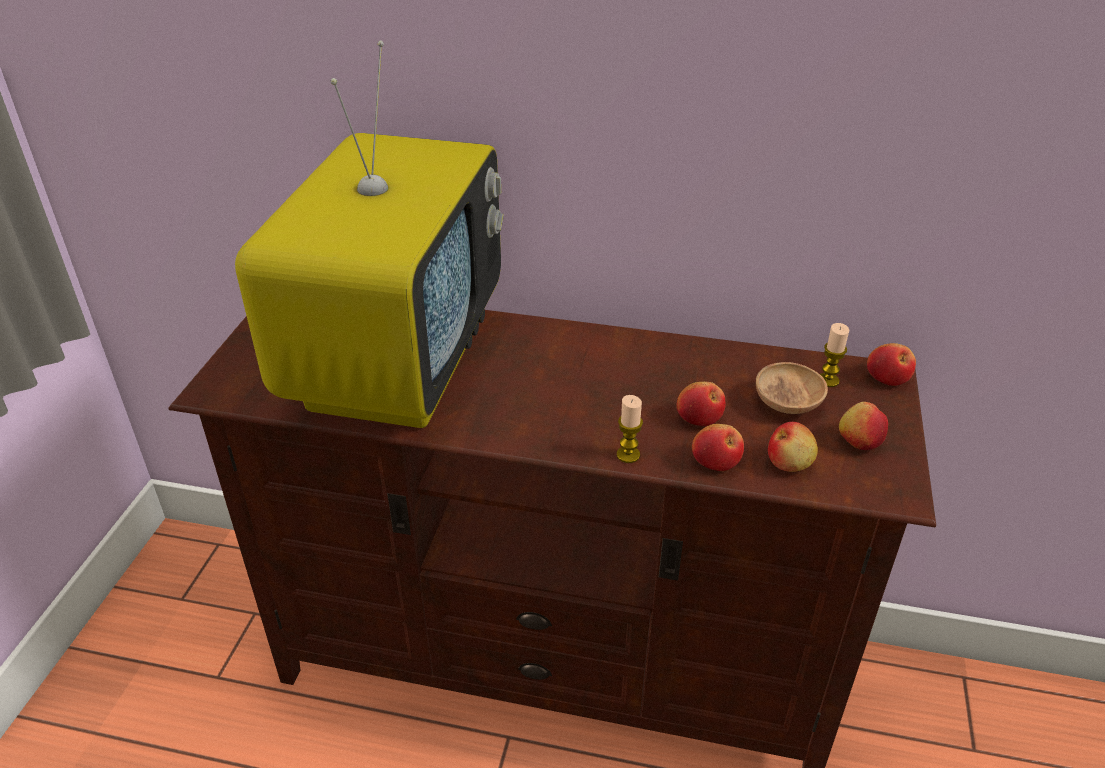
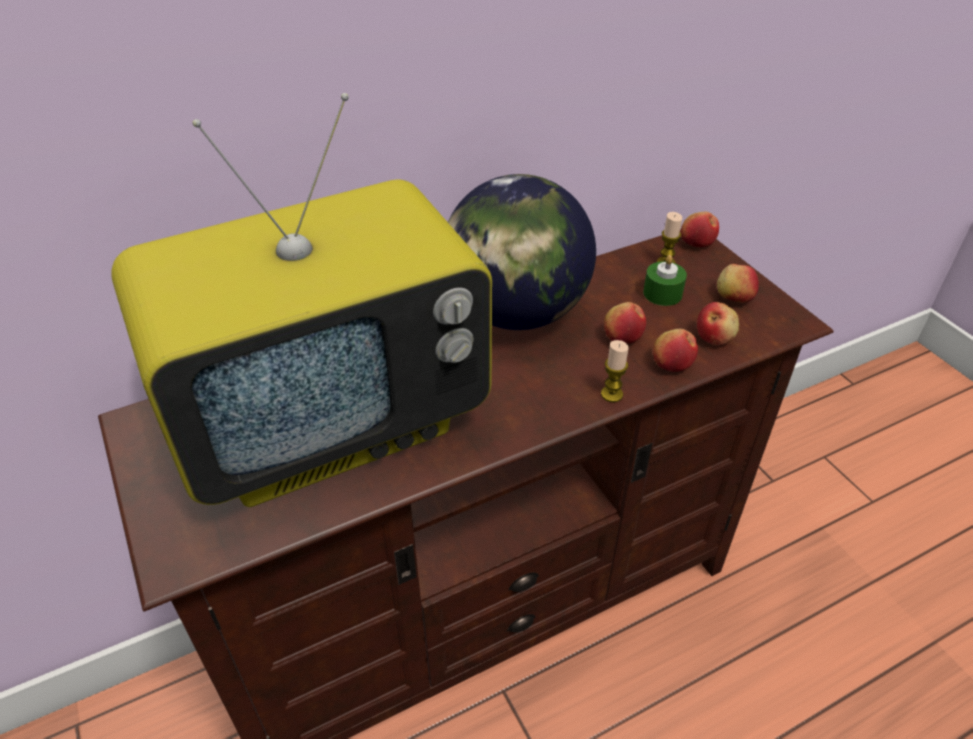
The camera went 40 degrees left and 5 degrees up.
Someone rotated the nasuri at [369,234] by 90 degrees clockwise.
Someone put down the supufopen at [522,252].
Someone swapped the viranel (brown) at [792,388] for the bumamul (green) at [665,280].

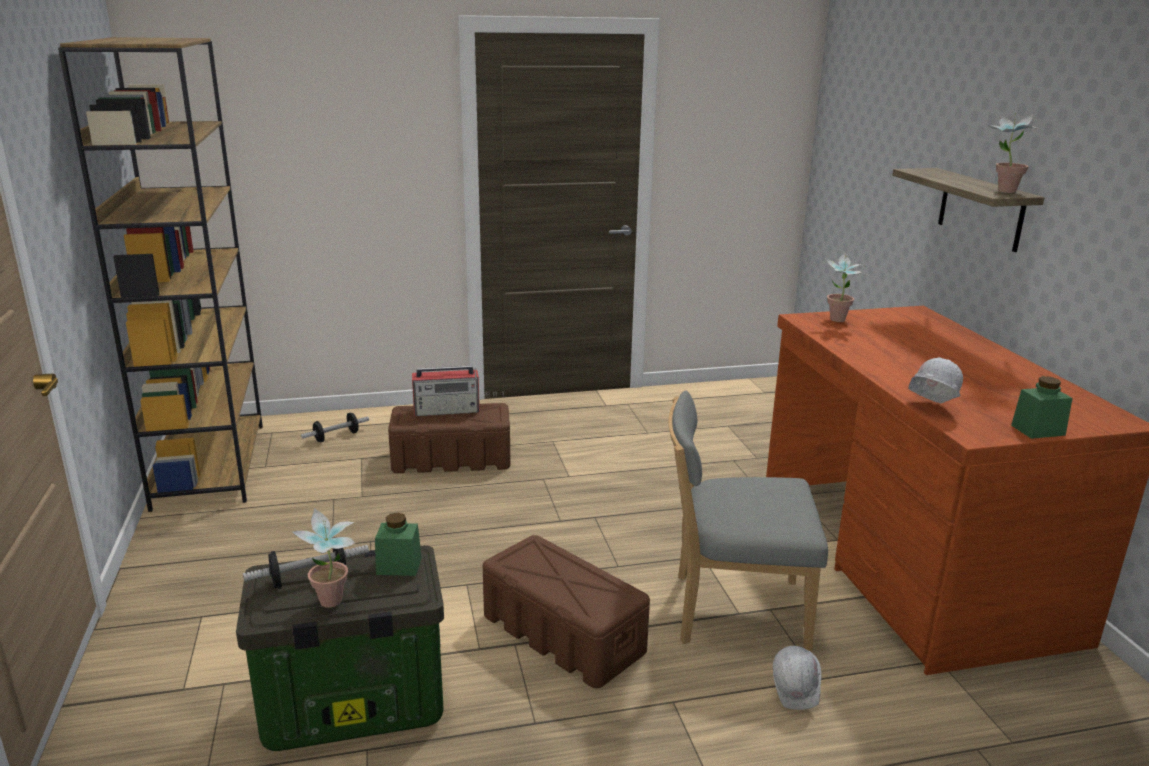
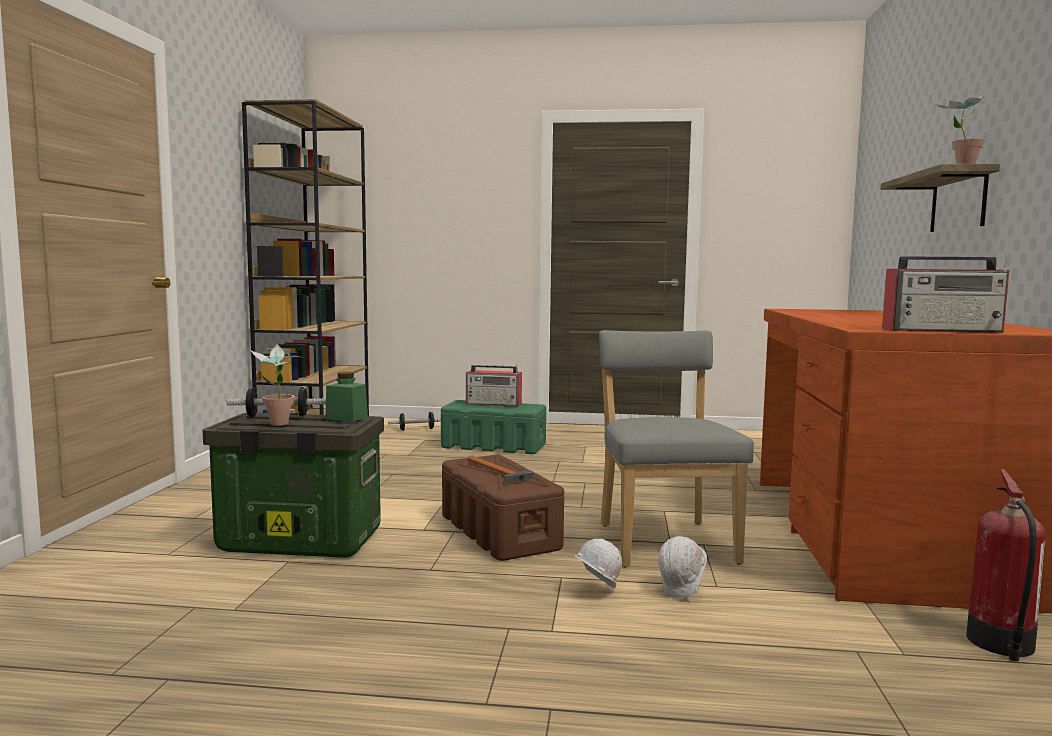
The camera went 20 degrees right and 15 degrees down.
Someone repainted the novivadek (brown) at [449,438], which became the novivadek (green) at [493,427].
Someone put down the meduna at [500,469].
Someone carried the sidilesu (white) from [936,380] to [598,564].
Someone rotated the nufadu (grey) at [748,521] by 60 degrees clockwise.
Someone swapped the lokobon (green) at [1042,407] for the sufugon at [945,292].
Someone put down the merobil at [1006,565].
Someone took away the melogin at [846,287].

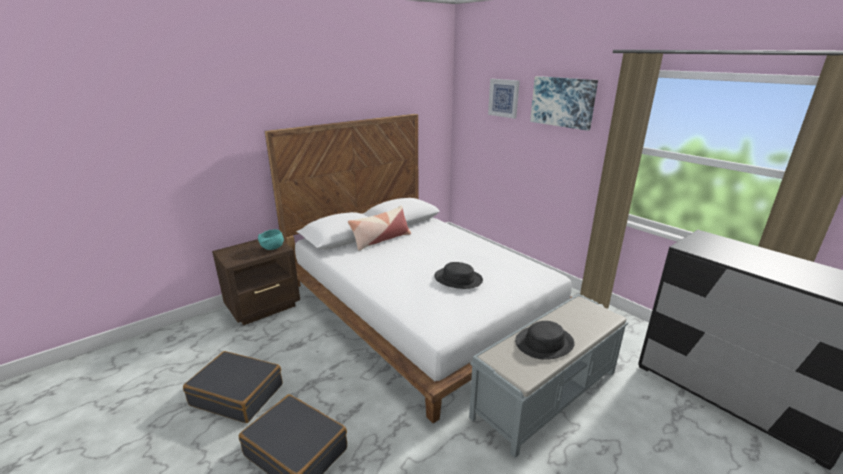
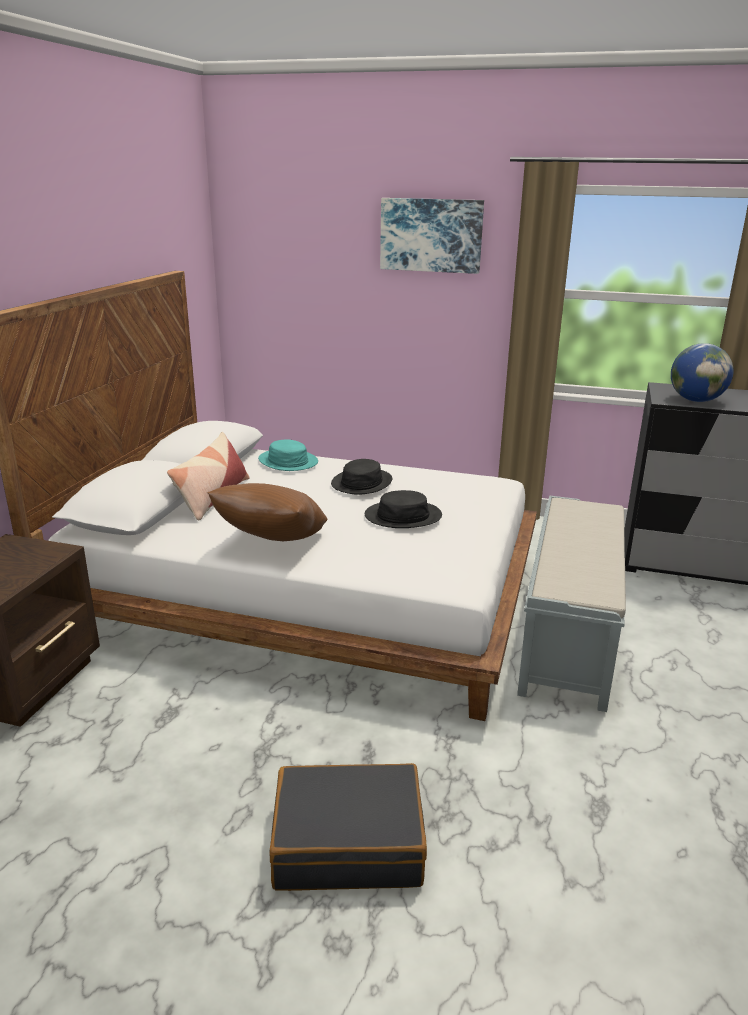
The camera went 35 degrees left and 0 degrees up.
Someone put down the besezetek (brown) at [267,512].
Someone put down the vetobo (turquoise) at [288,455].
Someone carried the vetobo (black) from [545,340] to [361,477].
Someone put down the supufopen at [702,372].
Someone took away the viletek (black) at [232,387].
Someone took away the viranel (turquoise) at [271,239].
Someone took away the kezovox at [504,99].

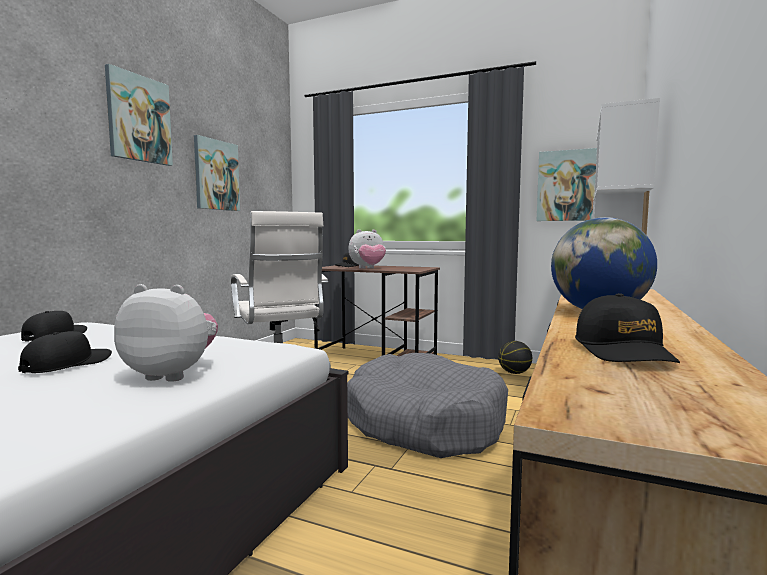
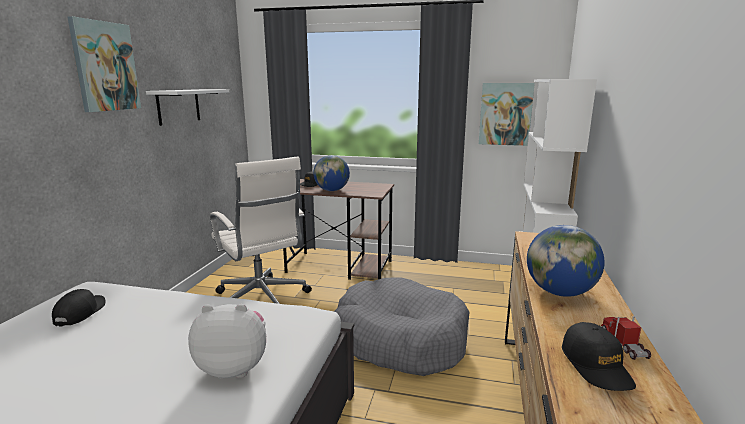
The camera went 10 degrees left and 10 degrees up.
Someone swapped the kezovox at [217,173] for the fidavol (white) at [187,107].
Someone swapped the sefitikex at [367,249] for the supufopen at [331,173].
Someone put down the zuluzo at [626,338].
Someone took away the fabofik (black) at [65,352].
Someone took away the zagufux at [515,357].

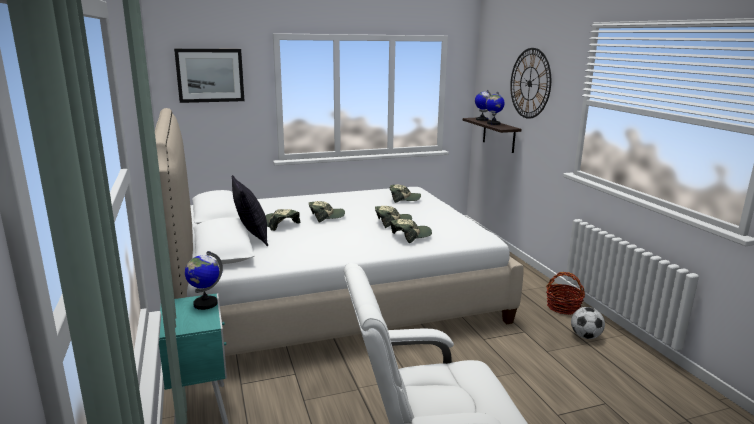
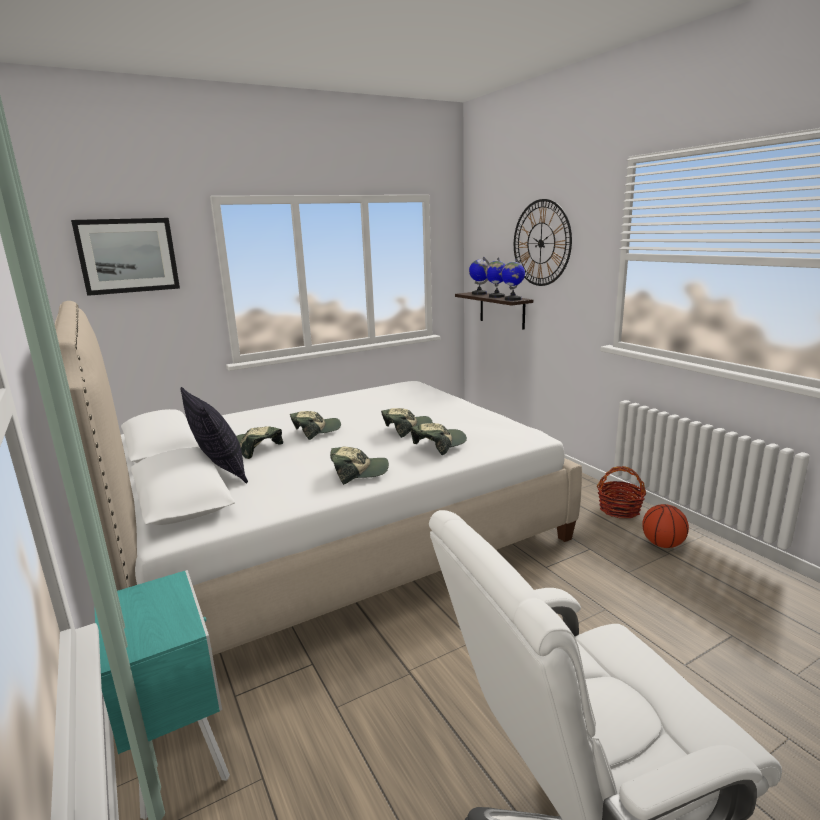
The camera went 10 degrees left and 0 degrees up.
Someone carried the fabofik from [405,193] to [359,466].
Someone carried the supufopen from [204,280] to [513,279].
Someone swapped the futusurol at [588,323] for the zagufux at [665,526].

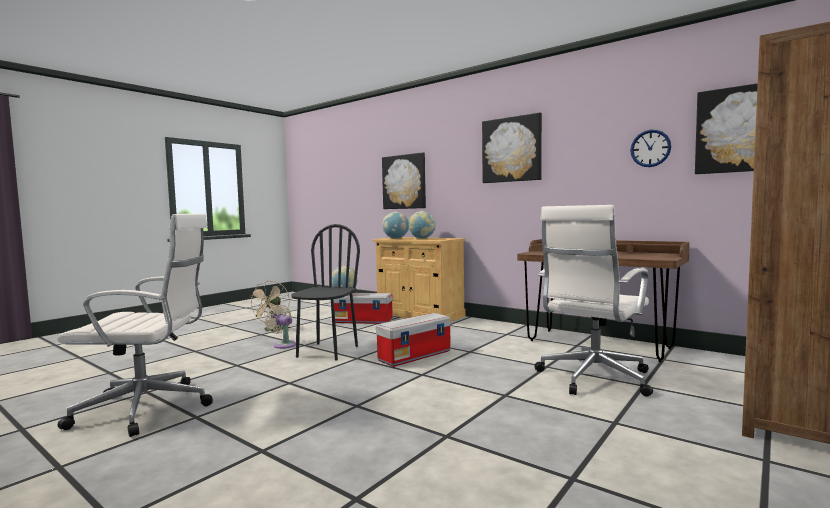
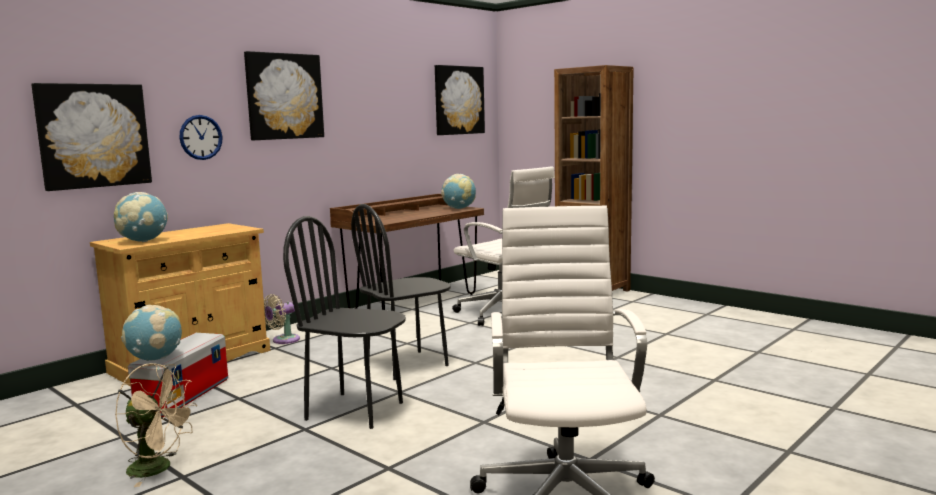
The camera went 85 degrees left and 5 degrees up.
Someone carried the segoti from [650,148] to [200,137].
Someone carried the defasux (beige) from [280,327] to [282,319].
Someone swapped the novivadek at [413,340] for the nufadu (black) at [400,292].
Someone carried the supufopen from [422,225] to [458,191].

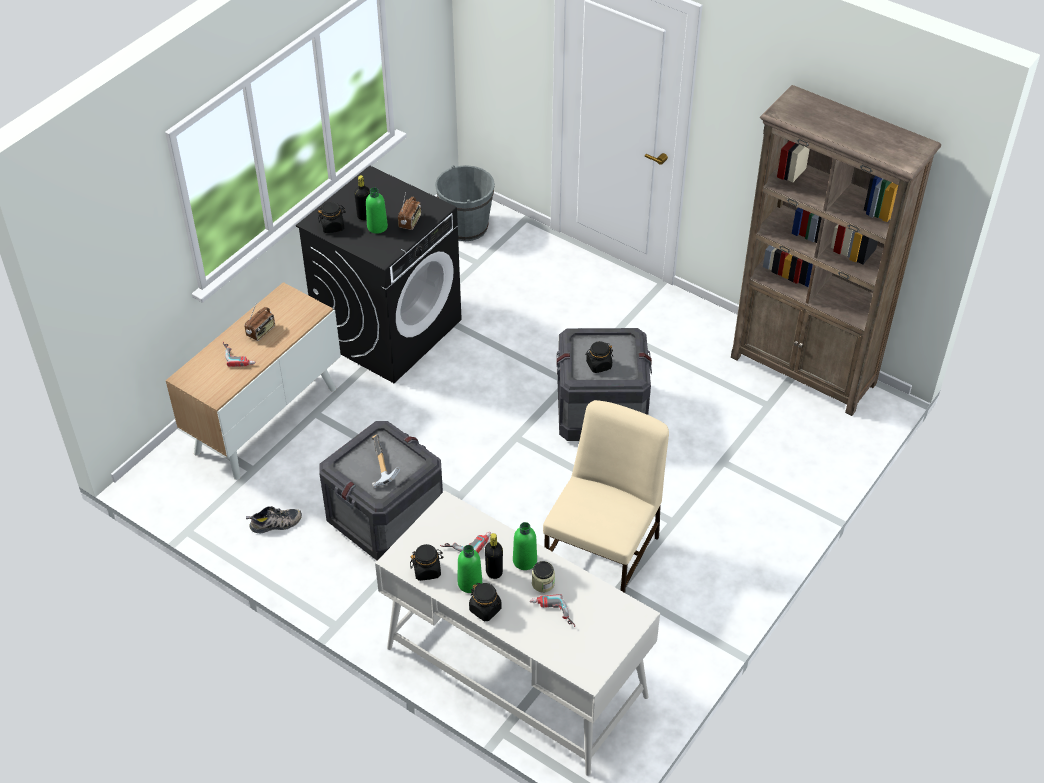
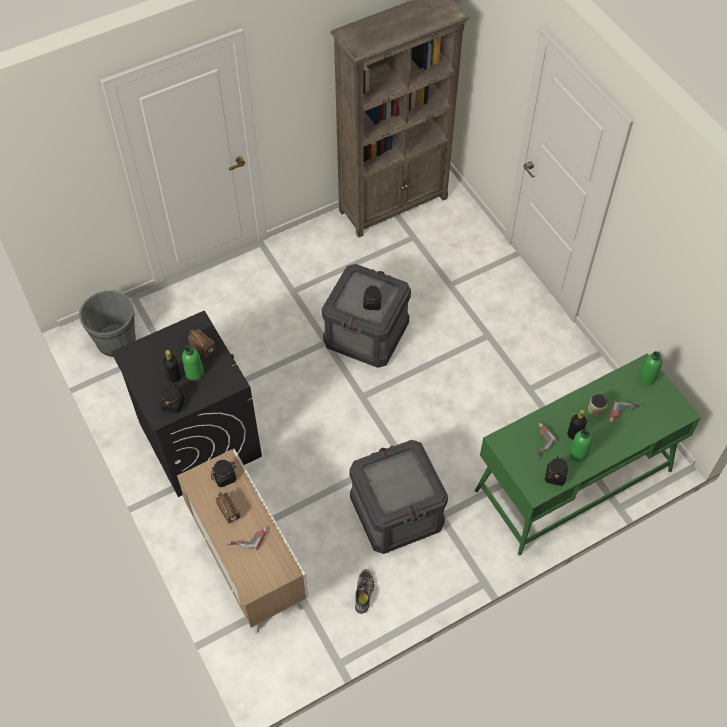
The camera went 65 degrees left and 10 degrees up.
Someone carried the lokobon (black) from [485,602] to [223,473].
Someone repainted the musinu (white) at [517,633], which became the musinu (green) at [588,454].
Someone carried the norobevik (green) from [525,546] to [650,368].
Someone took away the meduna at [386,461].
Someone took away the nufadu (beige) at [606,496].

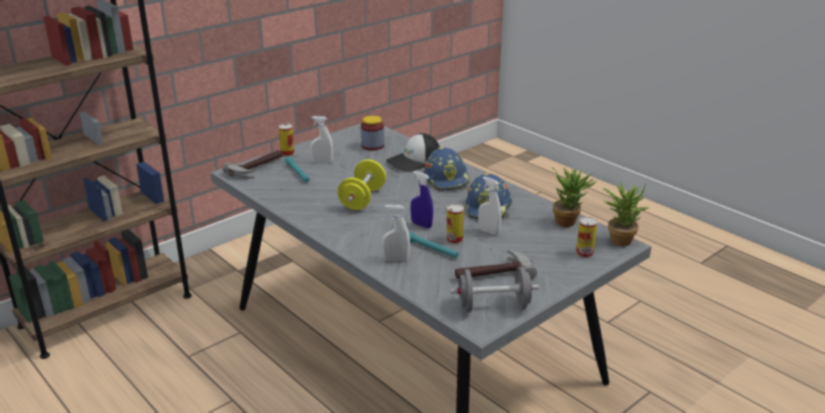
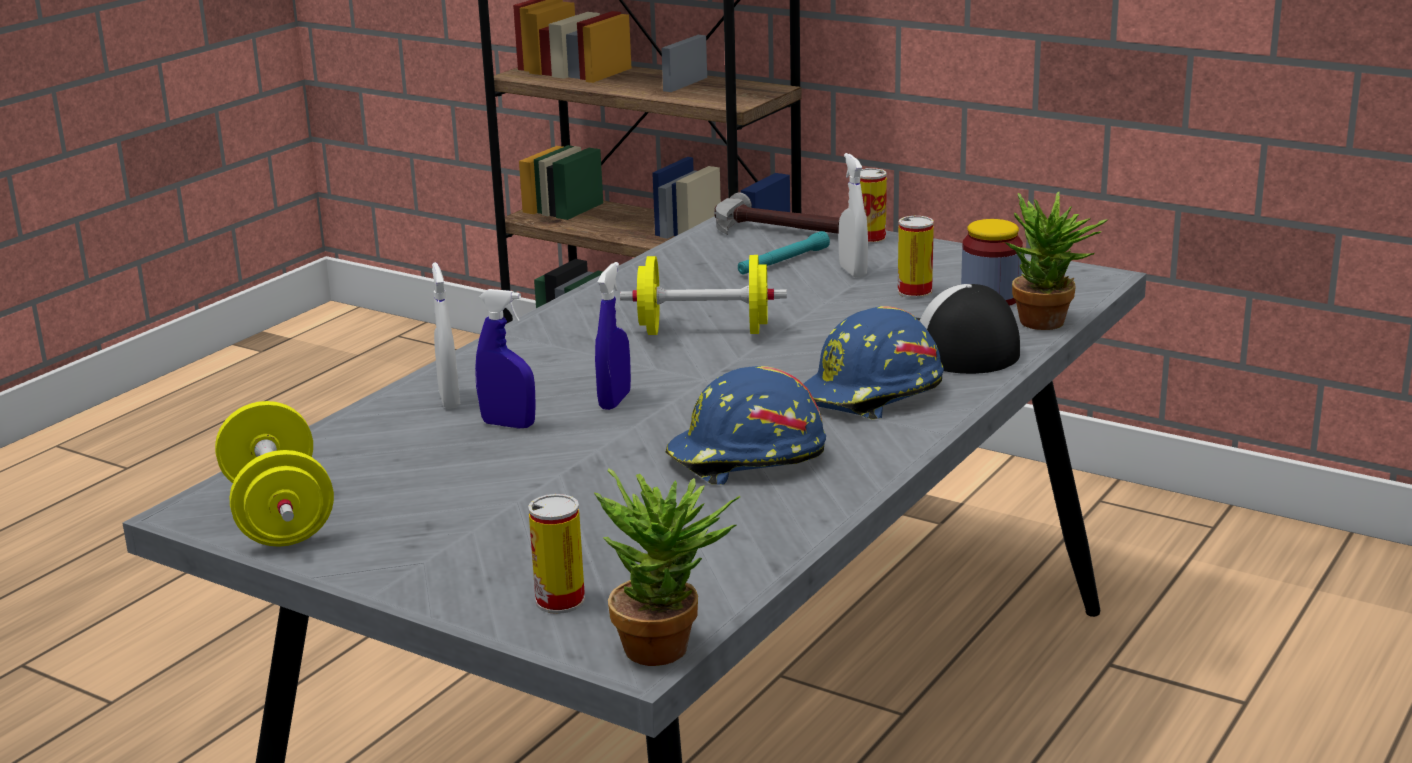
The camera went 75 degrees right and 5 degrees down.
Someone repainted the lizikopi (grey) at [494,289], which became the lizikopi (yellow) at [274,474].
Someone swapped the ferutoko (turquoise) at [434,245] for the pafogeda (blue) at [505,359].
Someone carried the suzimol from [455,224] to [916,257].
Someone carried the melogin from [574,197] to [1056,261].
Someone took away the meduna at [496,265].
Someone took away the pafogeda (white) at [489,206].

